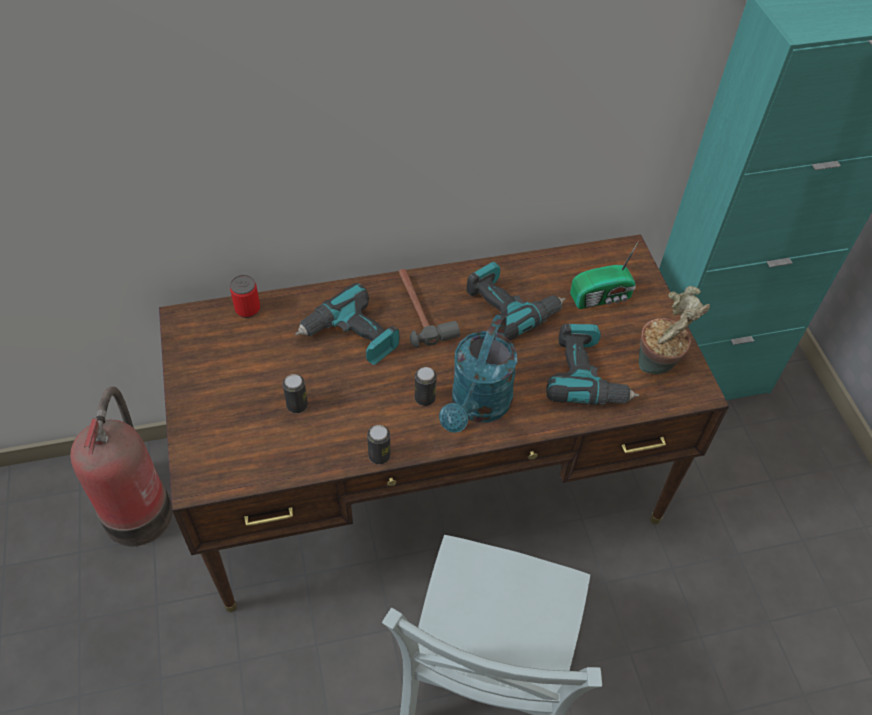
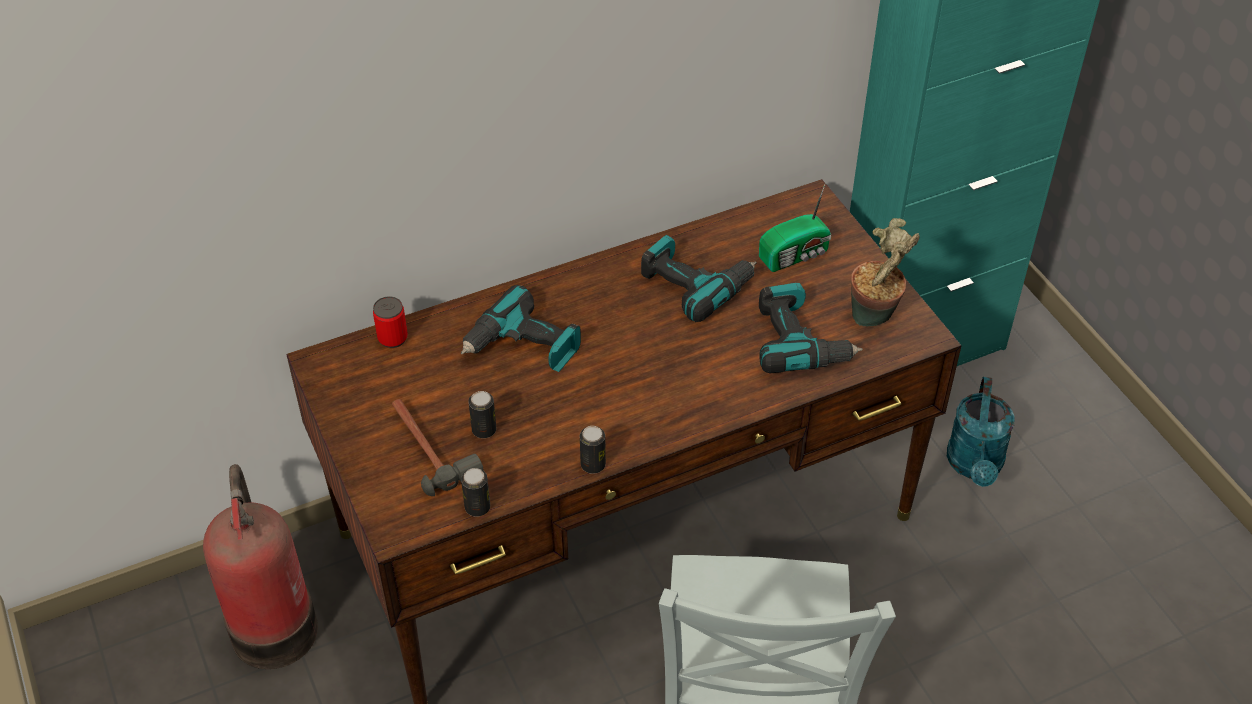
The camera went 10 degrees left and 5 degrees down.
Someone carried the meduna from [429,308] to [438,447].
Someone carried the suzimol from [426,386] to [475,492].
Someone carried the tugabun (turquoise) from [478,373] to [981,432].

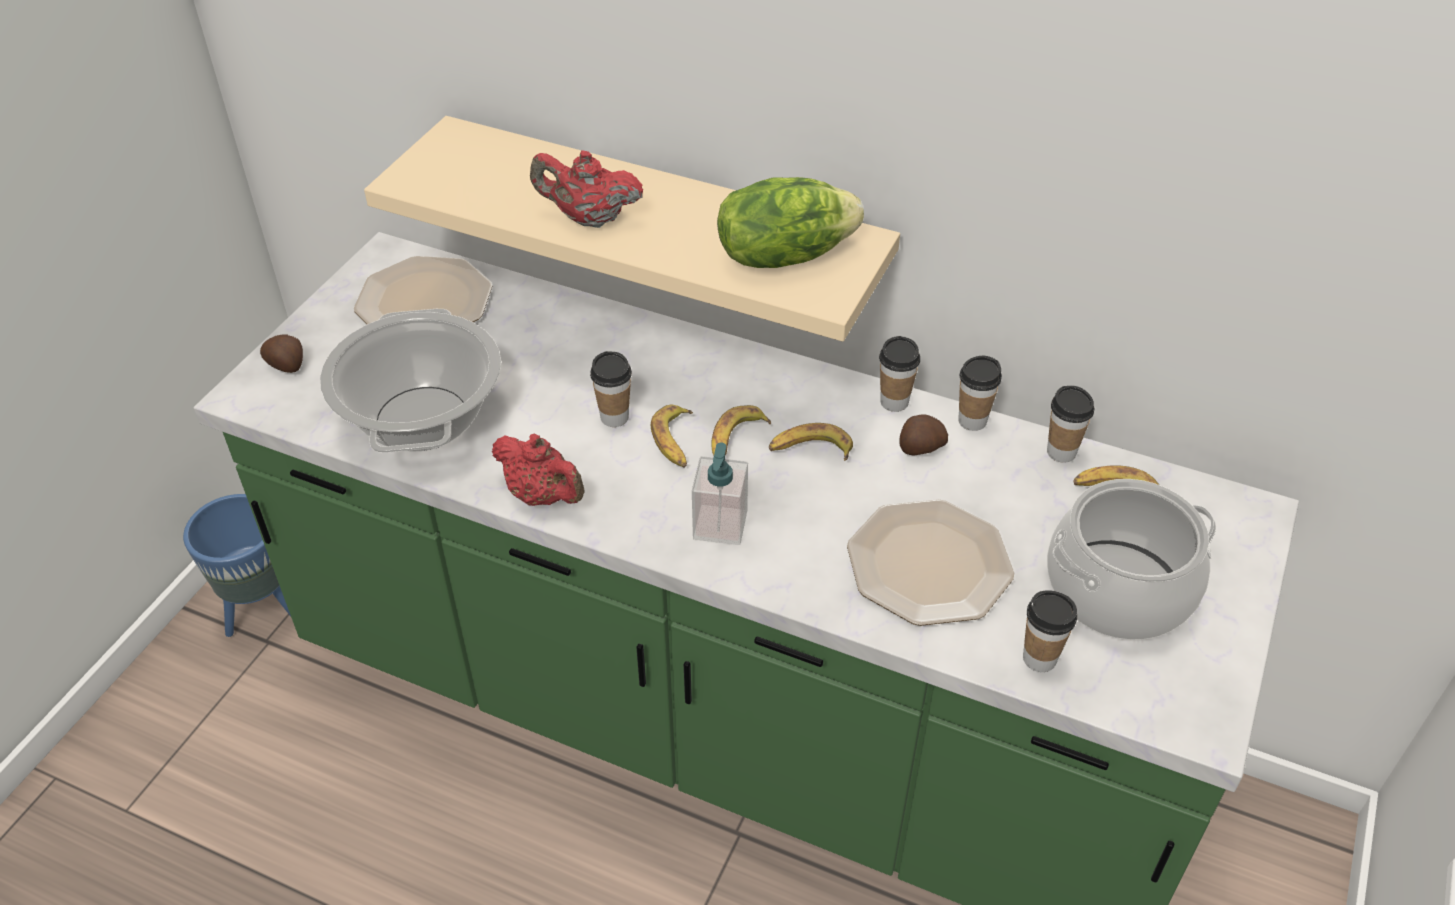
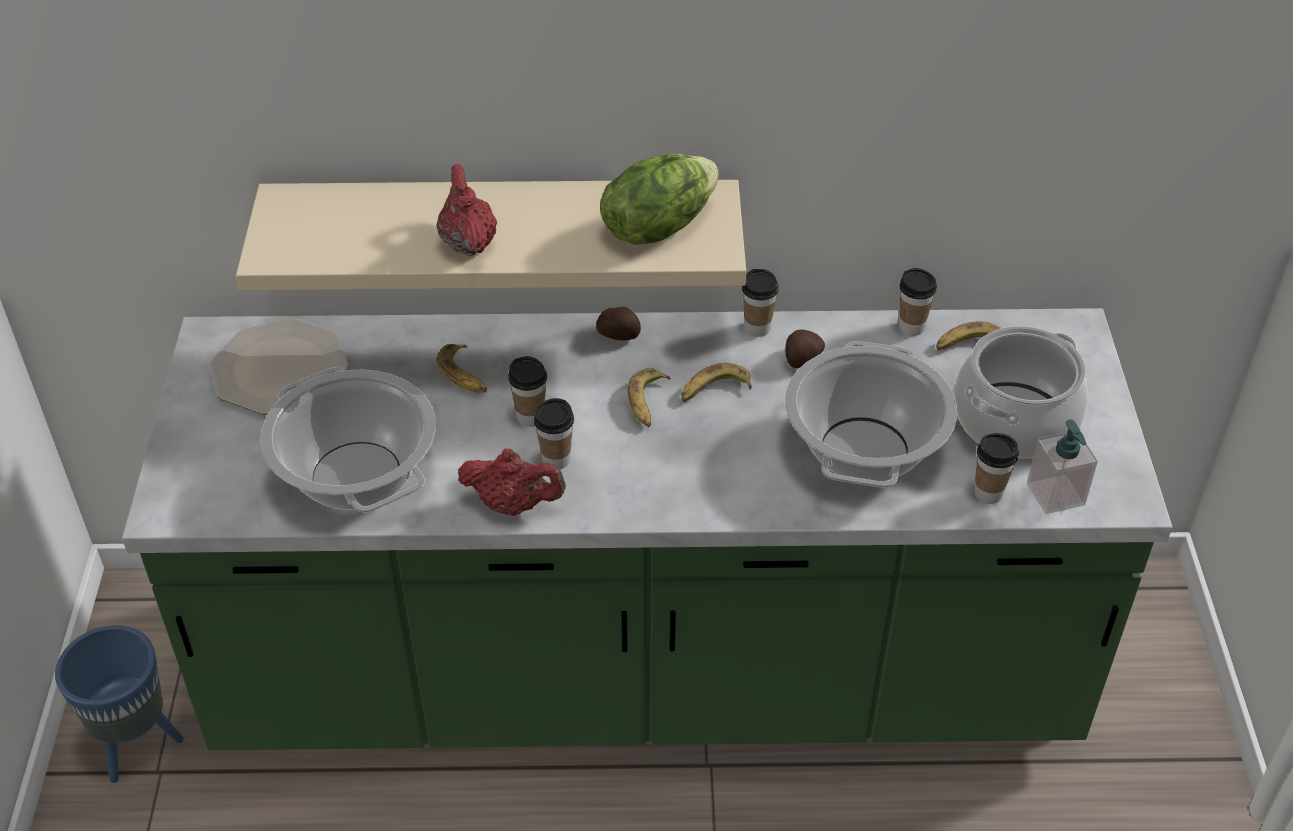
The camera went 25 degrees left and 0 degrees up.
Someone carried the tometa from [672,436] to [461,368].
Someone rotated the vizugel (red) at [586,189] by 90 degrees clockwise.
Someone carried the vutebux from [980,393] to [554,434].
Someone carried the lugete from [281,353] to [618,323].
Someone swapped the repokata at [930,562] for the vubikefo at [871,414].
Someone carried the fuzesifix from [720,494] to [1062,466].

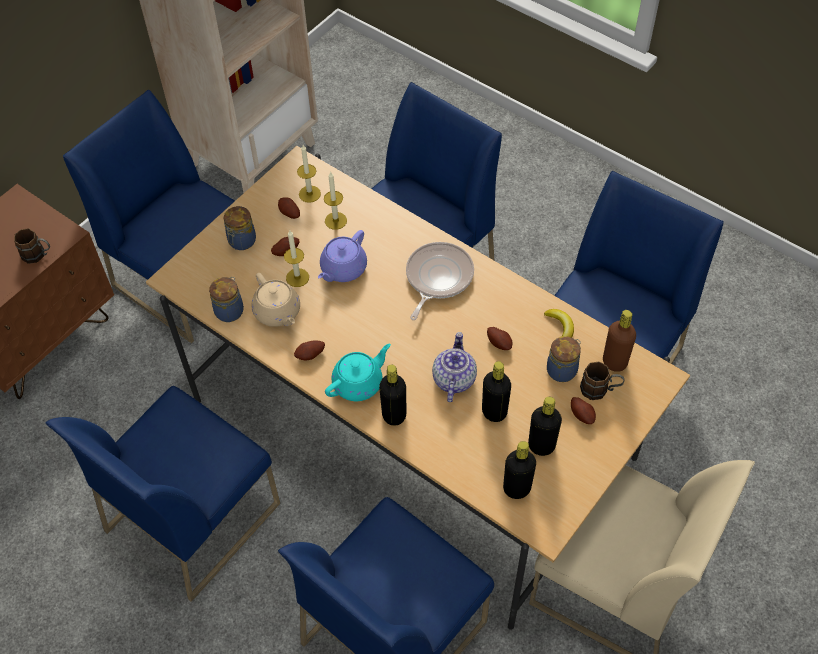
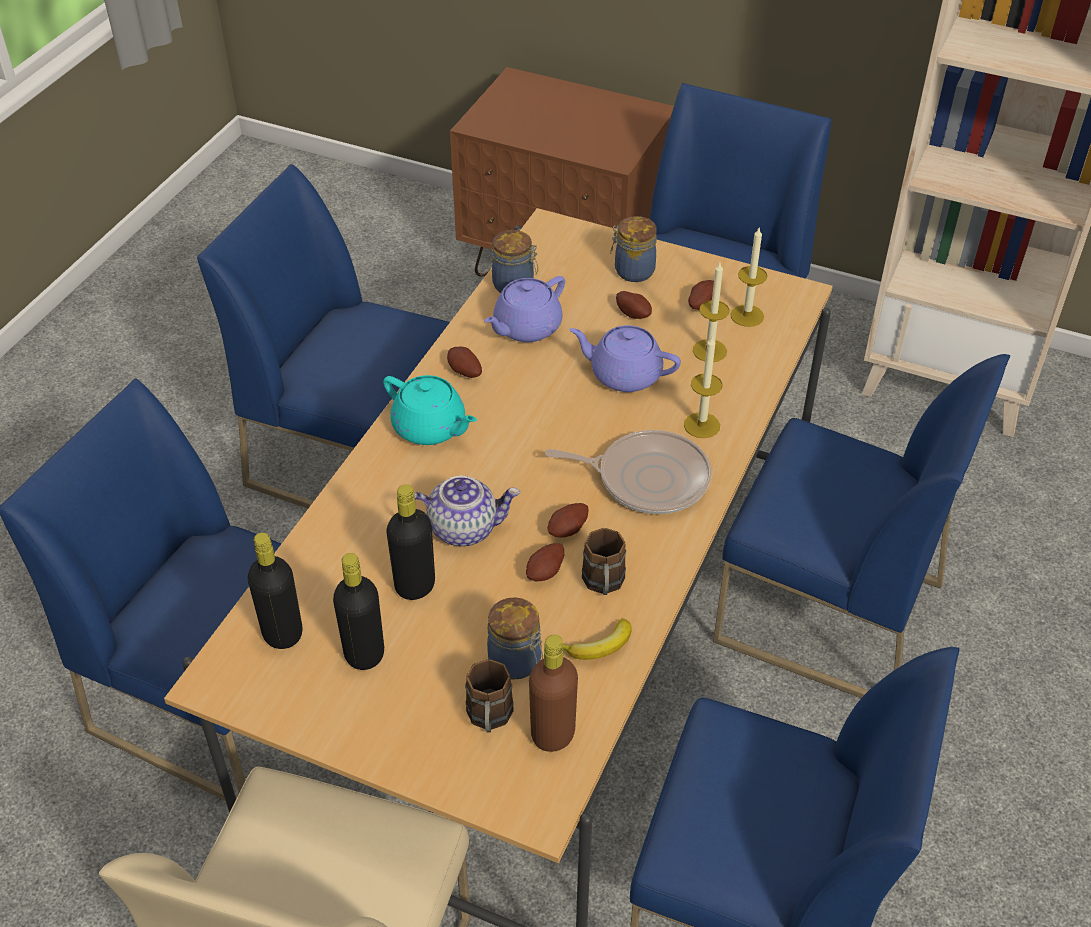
The camera went 75 degrees right and 10 degrees down.
Someone repainted the vizugel (beige) at [275,300], which became the vizugel (purple) at [524,309].
Someone carried the lugete from [583,410] to [568,520].
Someone carried the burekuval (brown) from [32,246] to [604,561].
Someone carried the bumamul from [296,258] to [703,387].
Someone took away the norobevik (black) at [392,395].

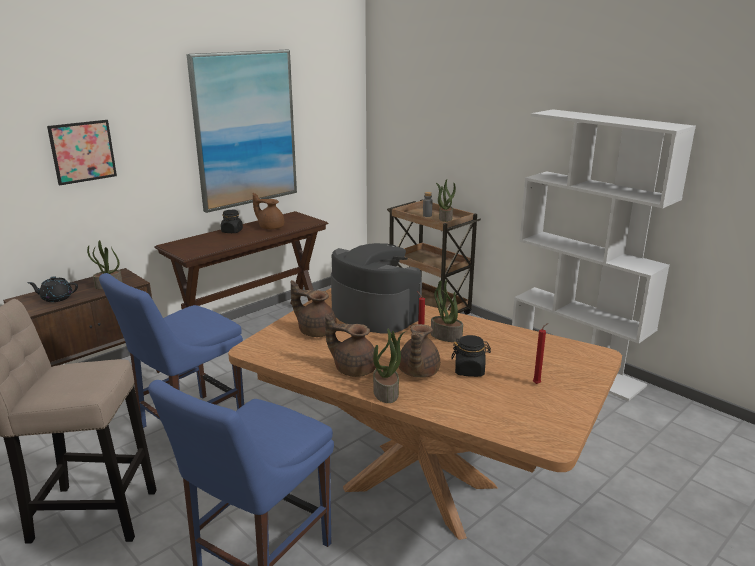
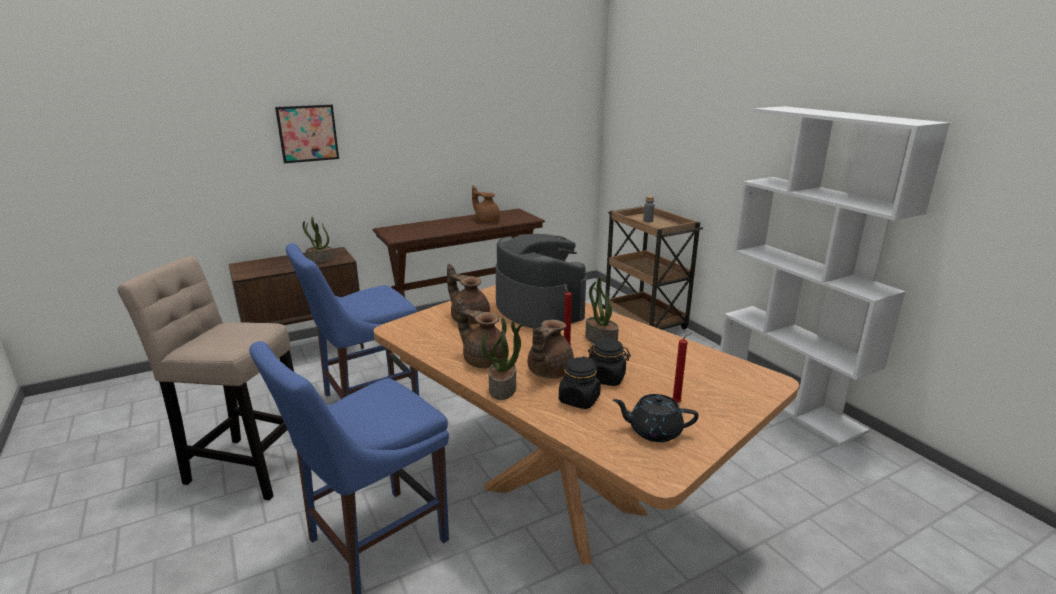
The camera went 15 degrees right and 0 degrees up.
Someone carried the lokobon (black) from [232,221] to [580,382].
Someone carried the vizugel (black) from [52,289] to [656,418].
Someone took away the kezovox at [241,131].
Someone took away the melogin at [446,200].

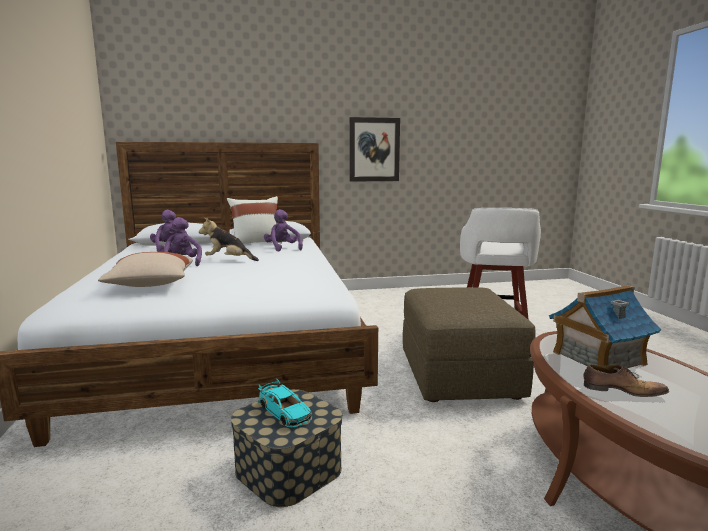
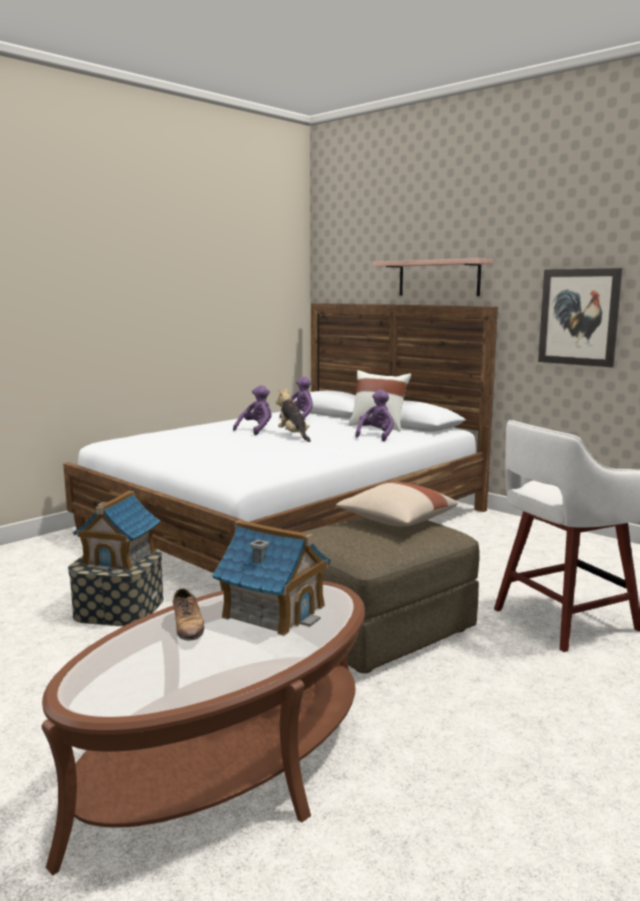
The camera went 55 degrees right and 0 degrees up.
Someone swapped the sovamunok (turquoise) at [285,403] for the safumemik at [116,531].
Someone carried the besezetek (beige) from [145,269] to [397,504].
Someone put up the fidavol at [433,277].

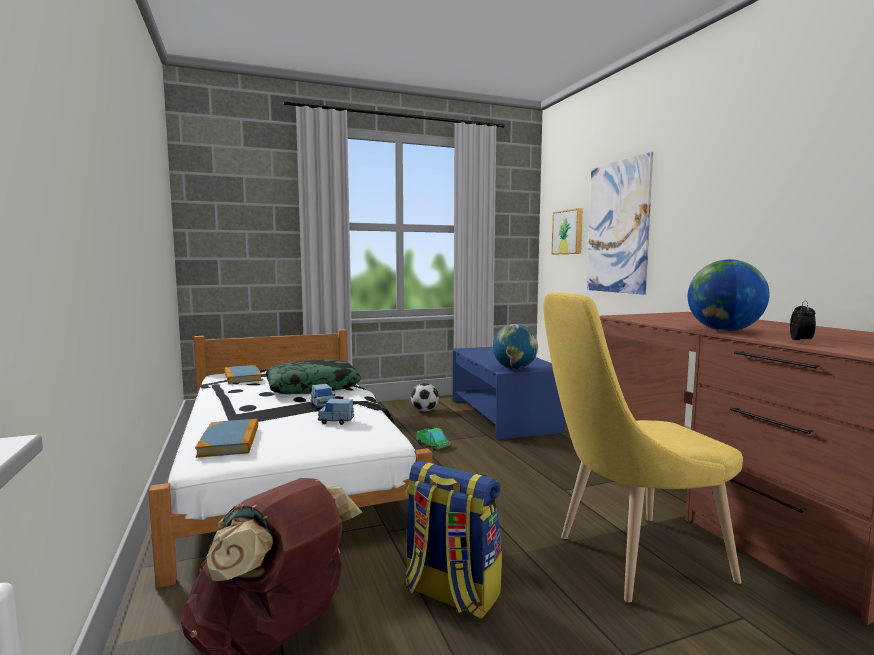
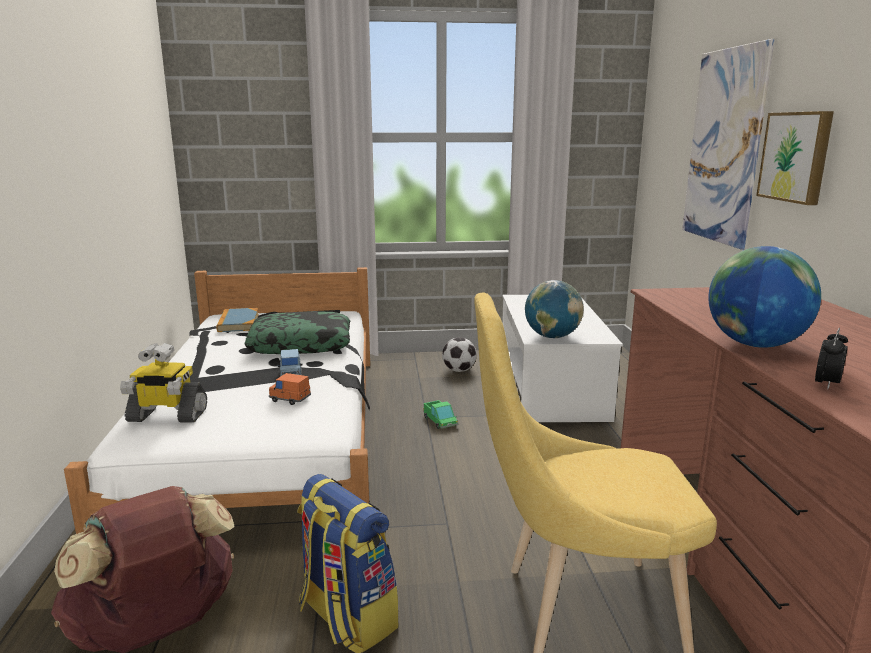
The camera went 15 degrees right and 10 degrees up.
Someone swapped the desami at [226,438] for the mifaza at [163,383].
Someone repainted the sovamunok (blue) at [336,412], which became the sovamunok (orange) at [290,389].
Someone repainted the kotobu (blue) at [508,393], which became the kotobu (white) at [562,358].
Someone carried the kezovox from [567,231] to [795,158].

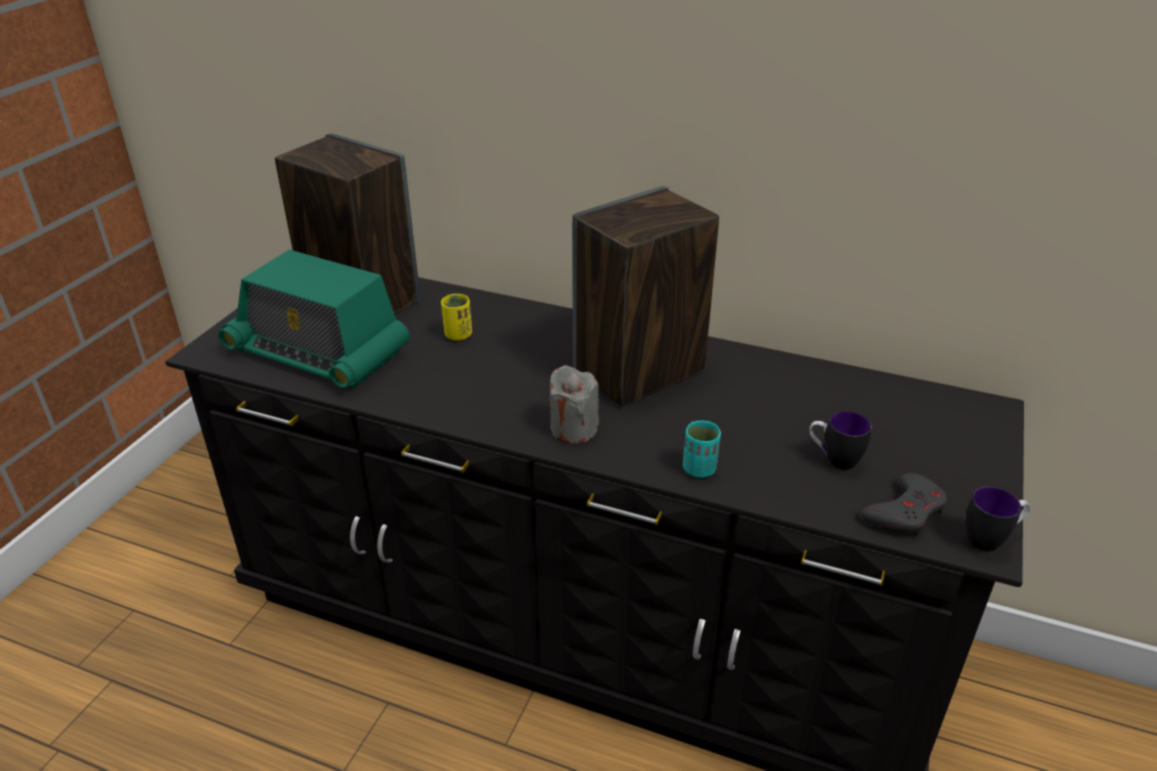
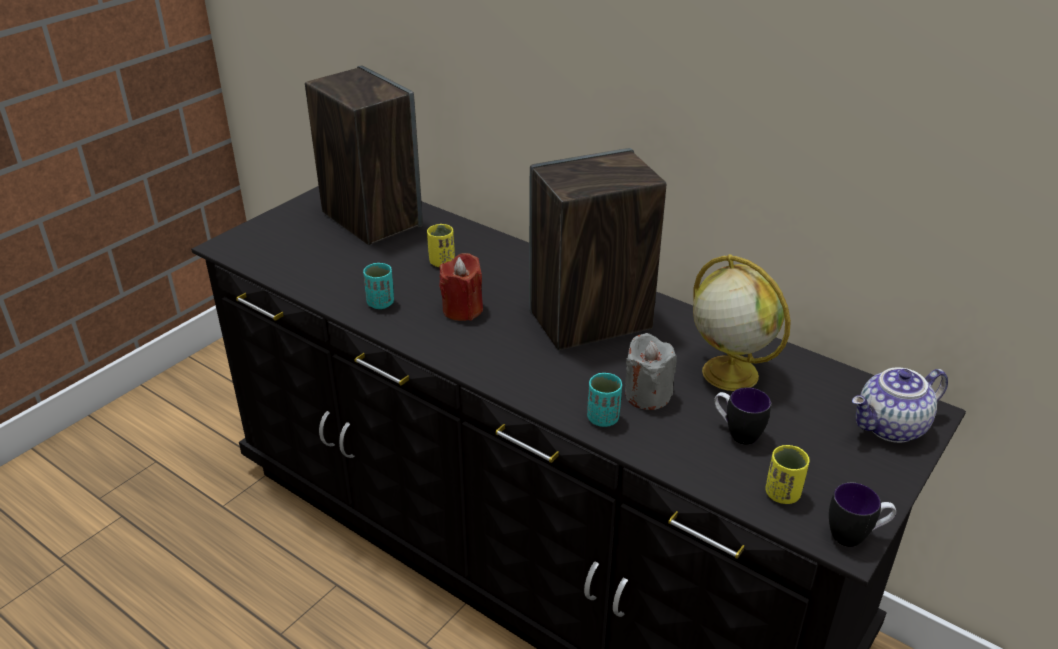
The camera went 15 degrees right and 0 degrees up.
Someone put down the vutebux (turquoise) at [378,286].
Someone put down the bumamul (red) at [461,287].
Someone carried the bumamul (grey) from [575,404] to [651,371].
Someone put down the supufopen at [742,322].
Someone swapped the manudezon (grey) at [904,505] for the vutebux (yellow) at [787,474].
Someone put down the vizugel at [900,405].
Someone took away the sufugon at [314,319].

